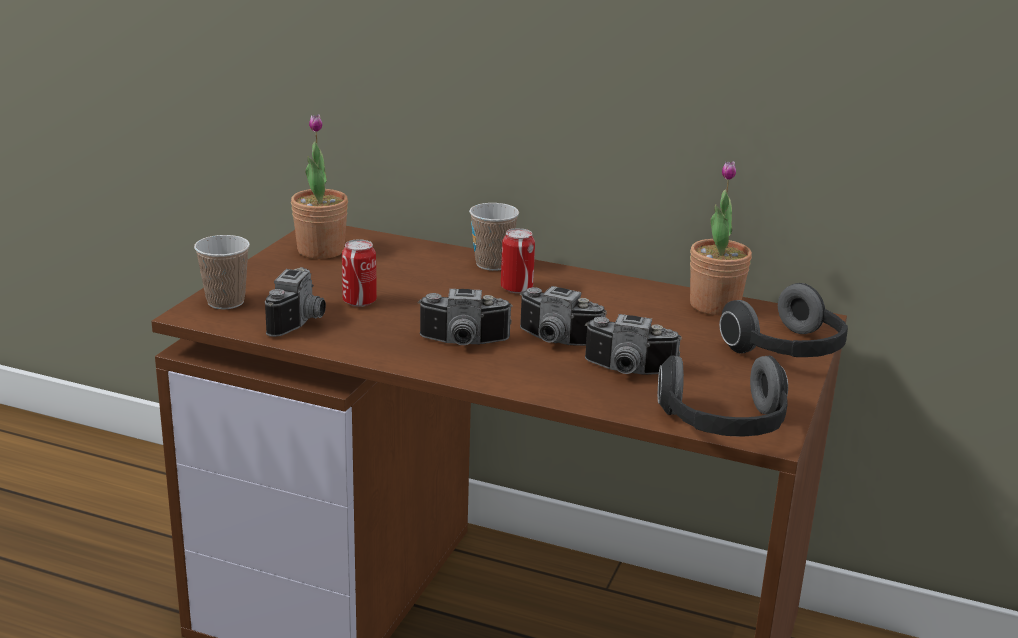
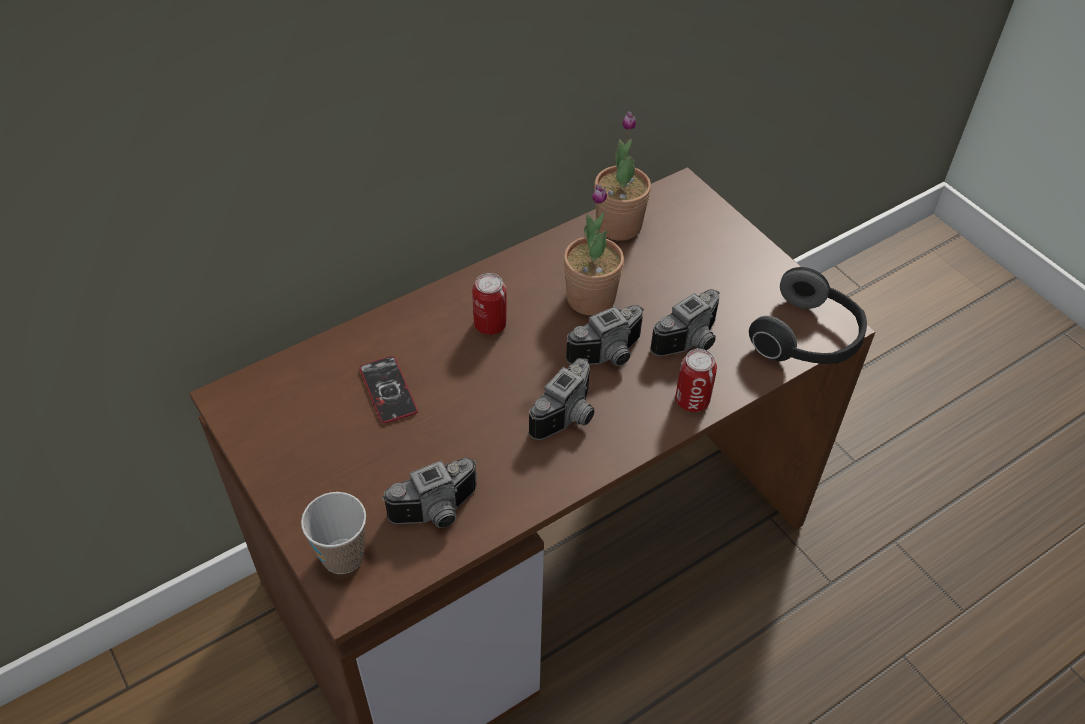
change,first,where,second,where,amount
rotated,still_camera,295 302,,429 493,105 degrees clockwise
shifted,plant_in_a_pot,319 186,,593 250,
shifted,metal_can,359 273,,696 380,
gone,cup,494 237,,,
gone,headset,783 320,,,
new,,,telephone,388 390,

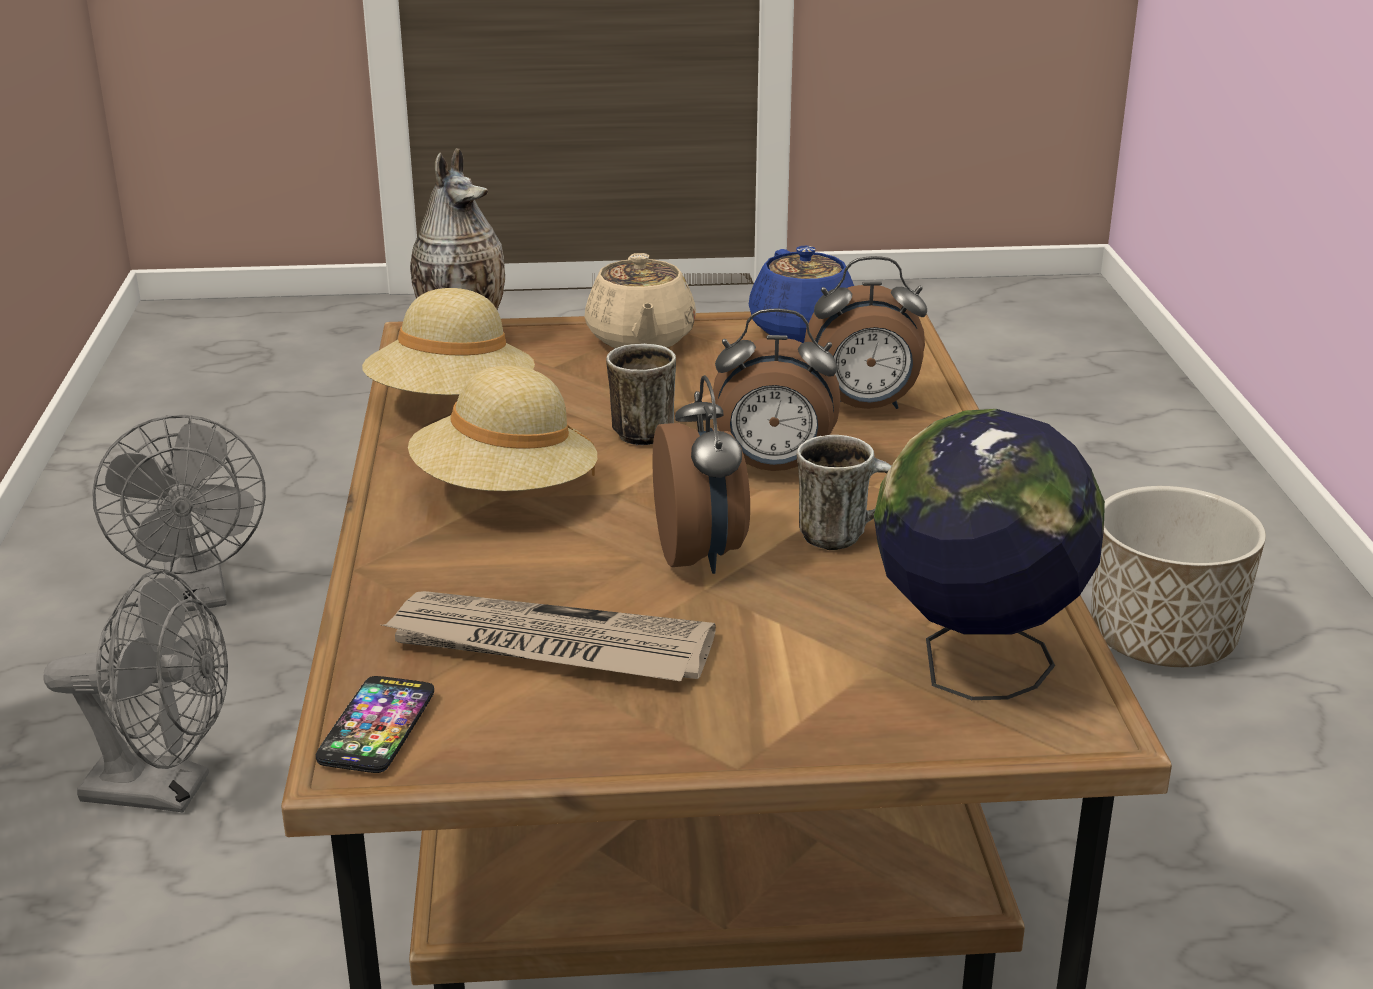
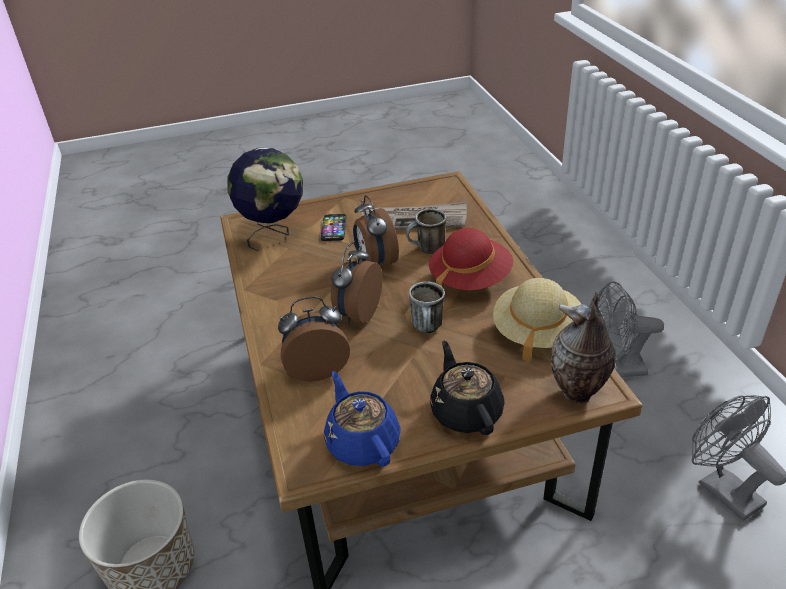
change,first,where,second,where,amount
shifted,telephone,375 724,,333 227,
repainted,beige-coloured_hat,502 428,red_hat,471 259,
repainted,beige-coloured_tea_pot,640 300,black-coloured_tea_pot,467 387,
rotated,table_clock,775 389,,356 283,60 degrees counterclockwise
shifted,mug,844 492,,426 231,

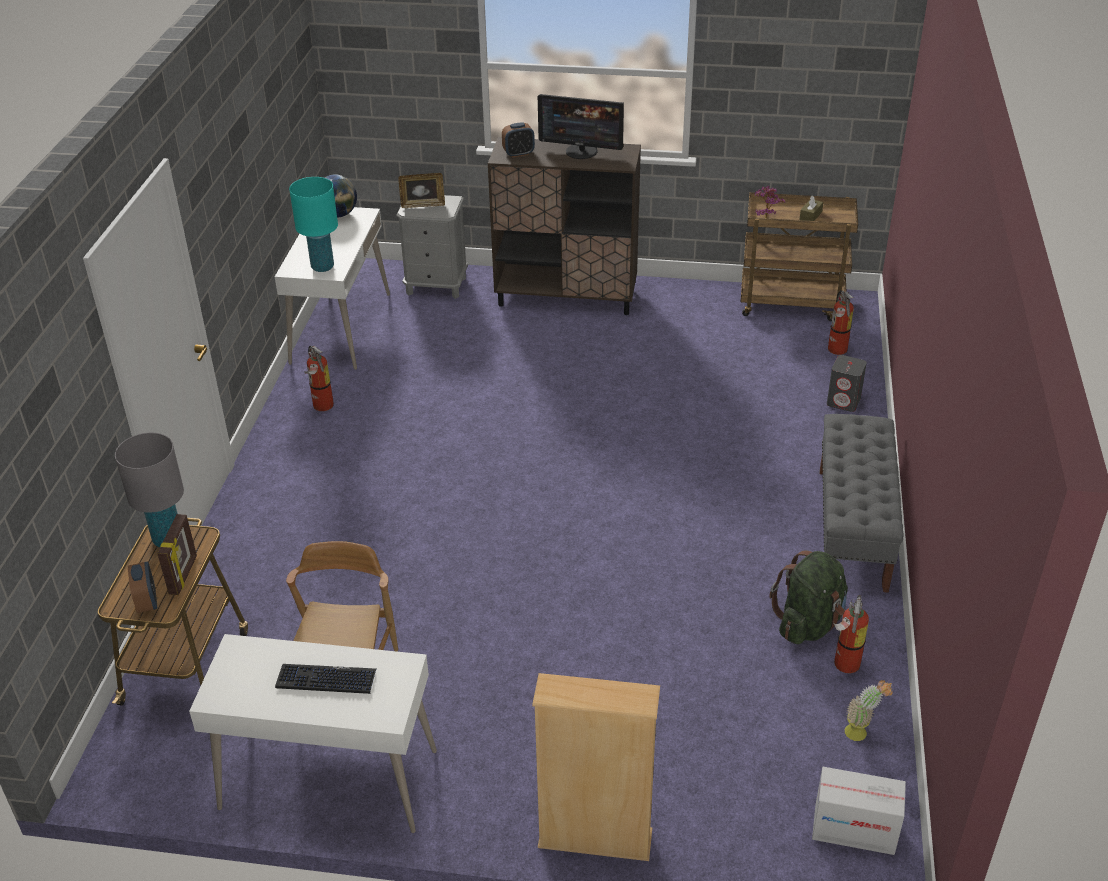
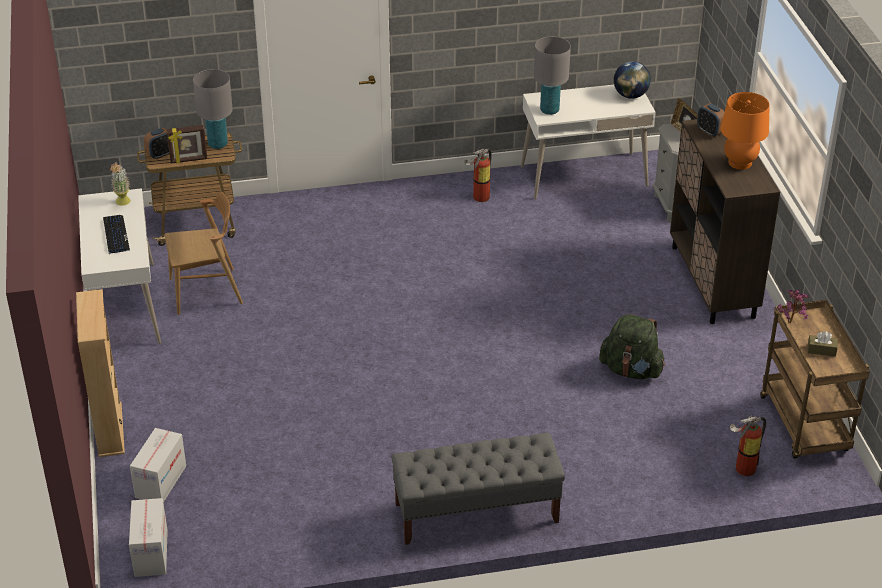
change,first,where,second,where,amount
repainted,blue-green_lamp_for_a_table,313 224,greyish_lamp_for_a_table,552 76,
swapped,monitor,581 126,orange-coloured_lamp_for_a_table,745 131,
shifted,green_backpack,808 597,,632 346,
gone,greyish_audio_speaker,847 383,,,
gone,fire_extinguisher,850 634,,,
shifted,plant_in_a_pot,869 710,,120 184,
new,,,cardboard_box,158 465,

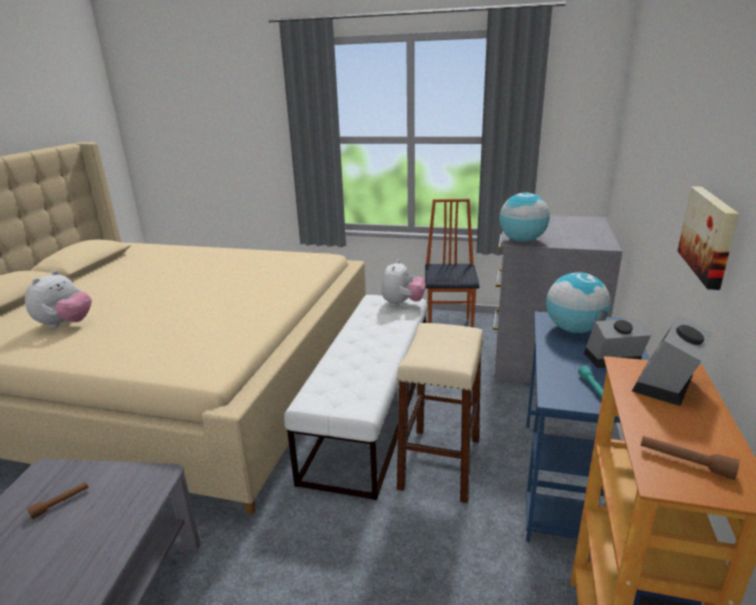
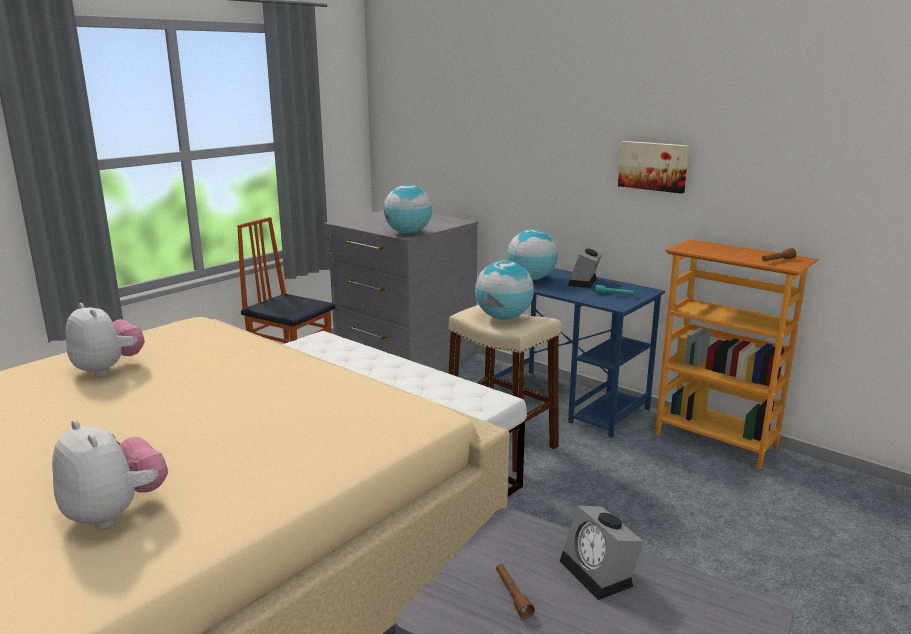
change,first,where,second,where,amount
shifted,plush_toy,403 283,,105 339,
shifted,table_clock,672 360,,602 552,
new,,,world_globe,504 290,

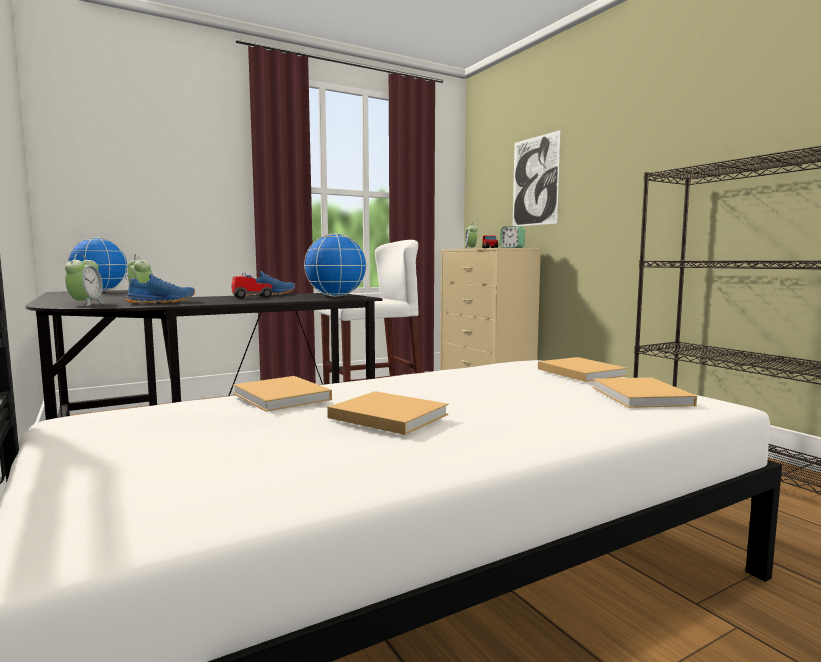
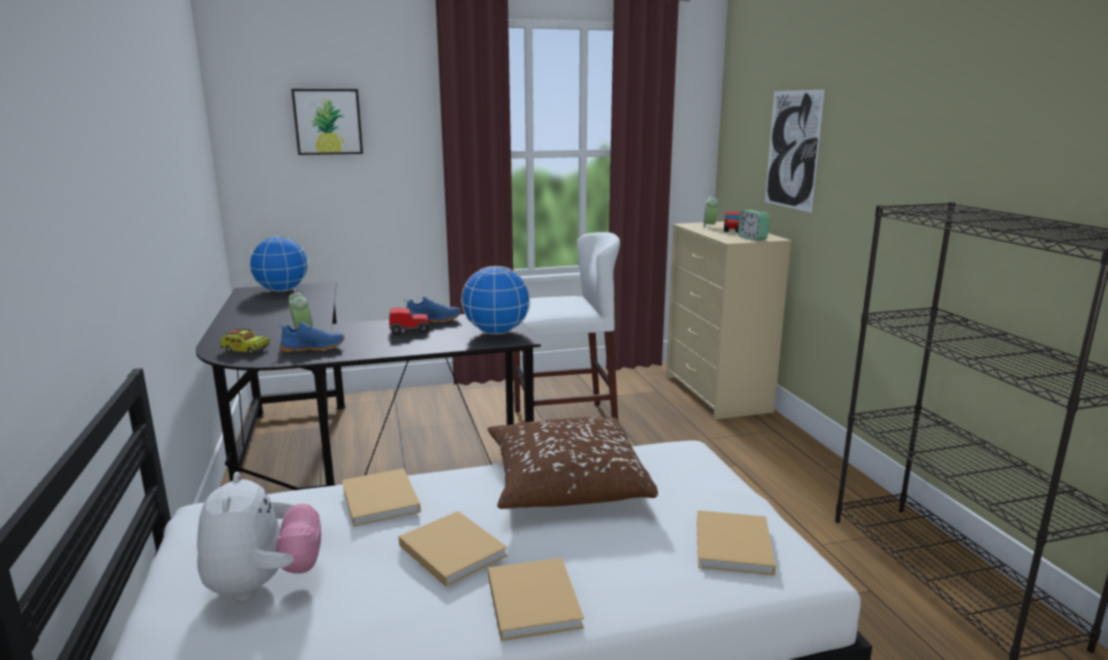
change,first,where,second,where,amount
swapped,table_clock,84 279,toy_truck,245 341,
shifted,beige-coloured_bound_book,583 369,,536 599,
new,,,plush_toy,259 536,
new,,,wall_picture,327 122,
new,,,brownish_cushion,573 463,

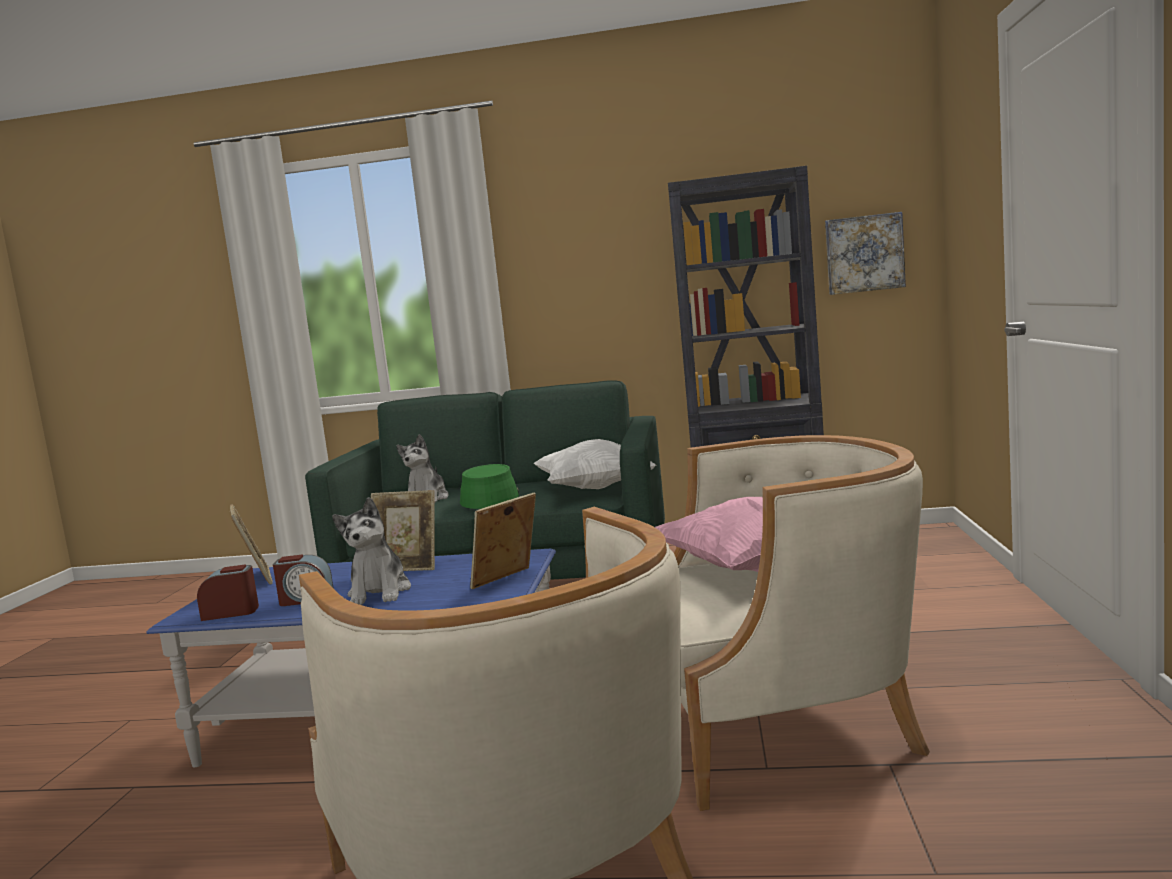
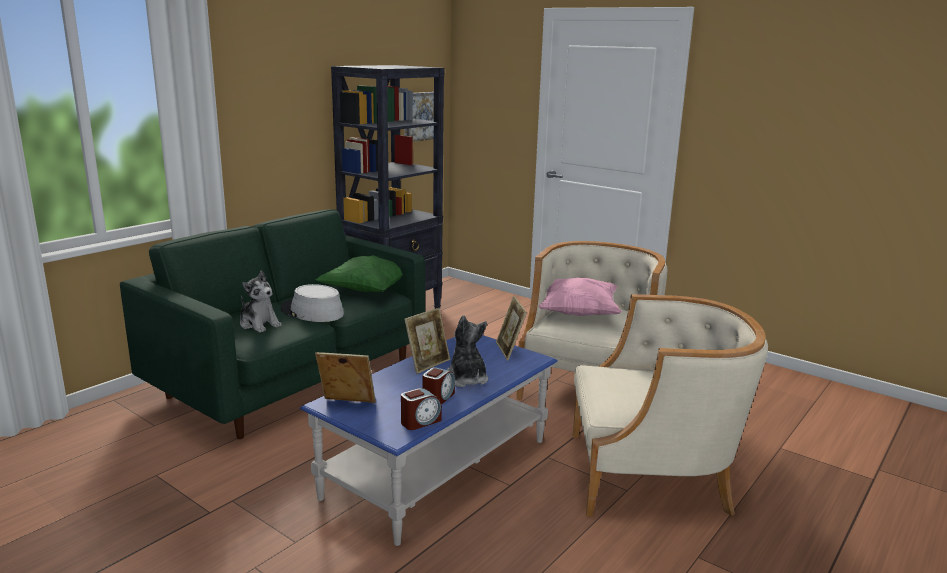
change,first,where,second,where,amount
rotated,table_clock,228 592,,421 409,150 degrees counterclockwise
rotated,plush_toy,371 551,,468 351,135 degrees counterclockwise
repainted,green_hat,489 486,greyish_hat,312 303,
repainted,white_cushion,594 464,green_cushion,359 273,

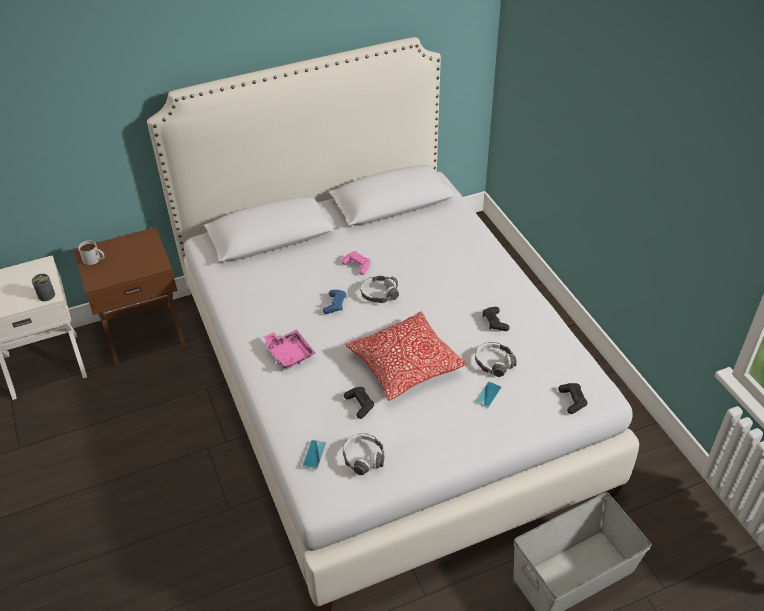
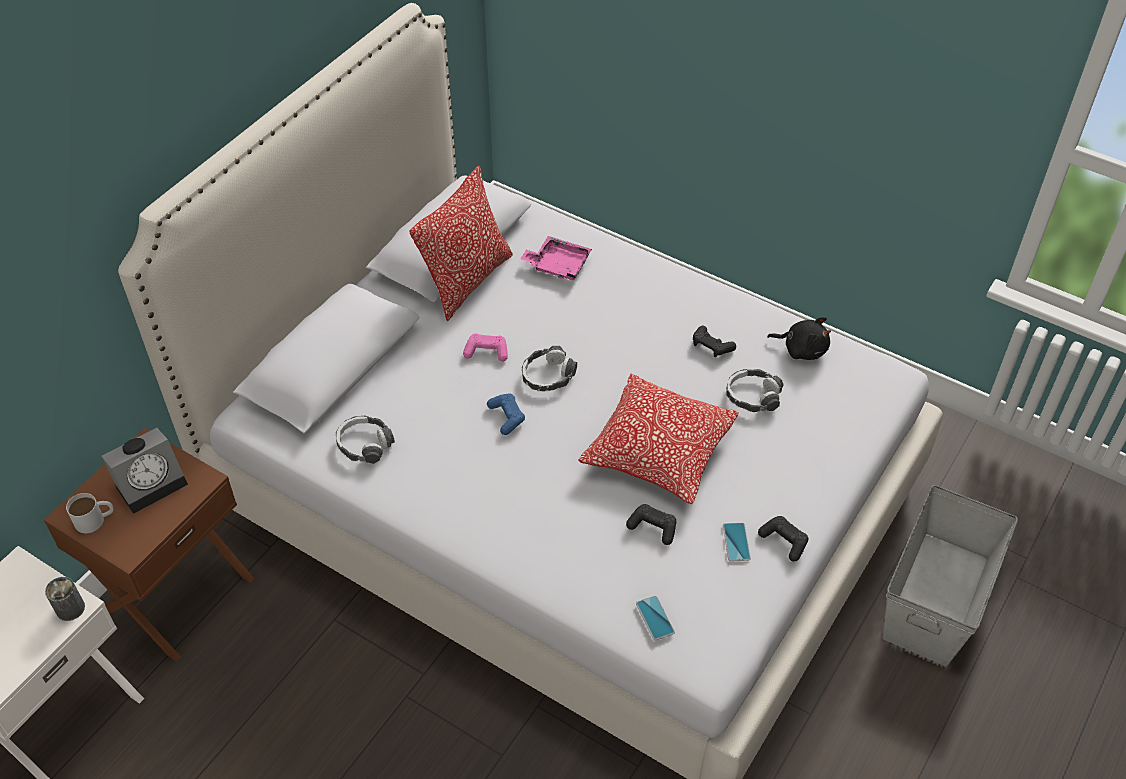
change,first,where,second,where,amount
shifted,pink-coloured_carrying_tray,289 349,,556 258,
shifted,headset,363 454,,365 439,
shifted,telephone,488 395,,737 541,
shifted,black-coloured_gamepad,573 398,,783 539,
new,,,table_clock,145 471,
new,,,cushion,461 243,
new,,,black-coloured_plush_toy,799 338,

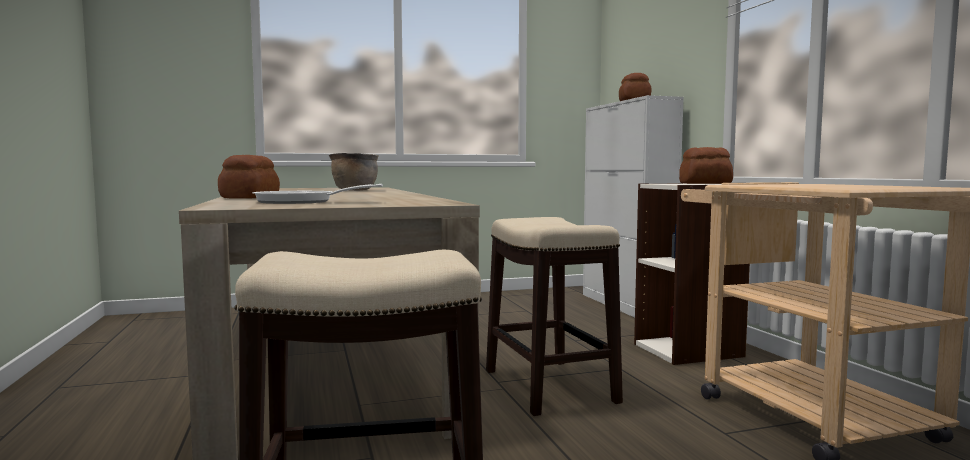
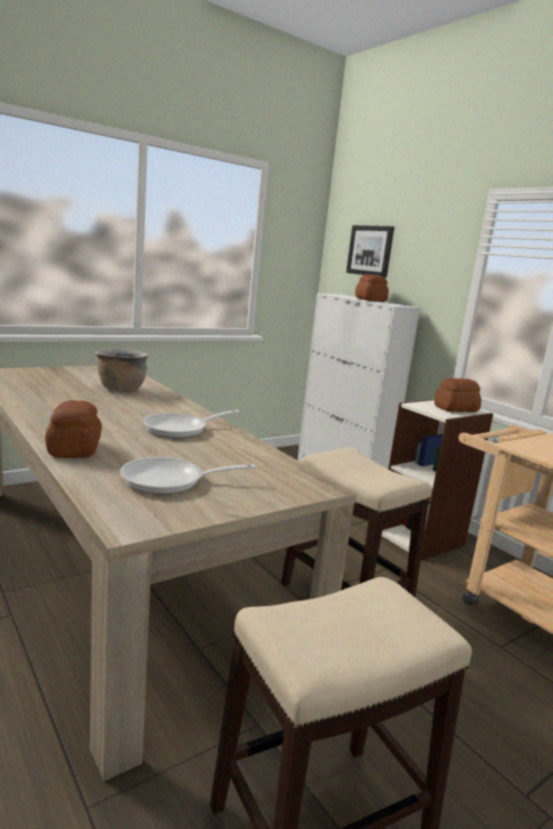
change,first,where,second,where,amount
new,,,pan,191 424,
new,,,wall_picture,370 251,

